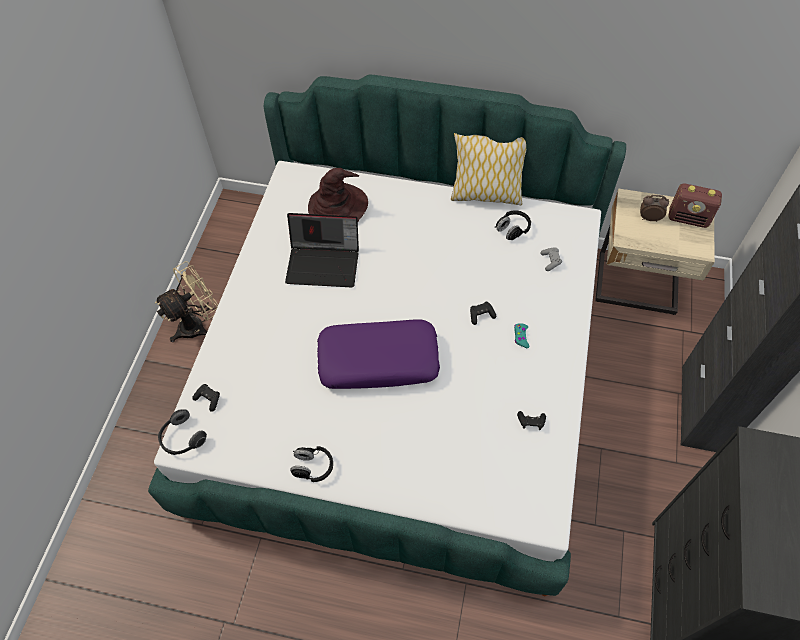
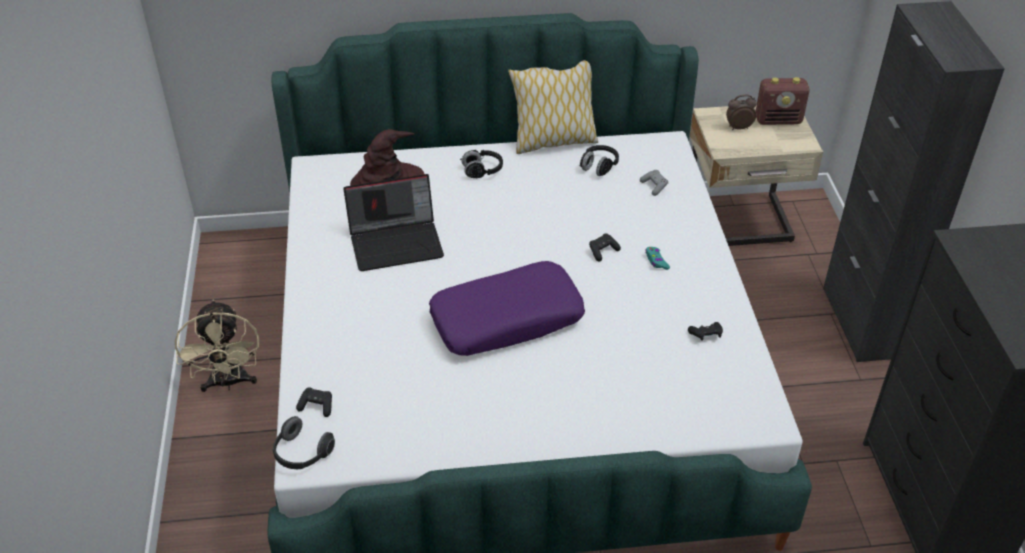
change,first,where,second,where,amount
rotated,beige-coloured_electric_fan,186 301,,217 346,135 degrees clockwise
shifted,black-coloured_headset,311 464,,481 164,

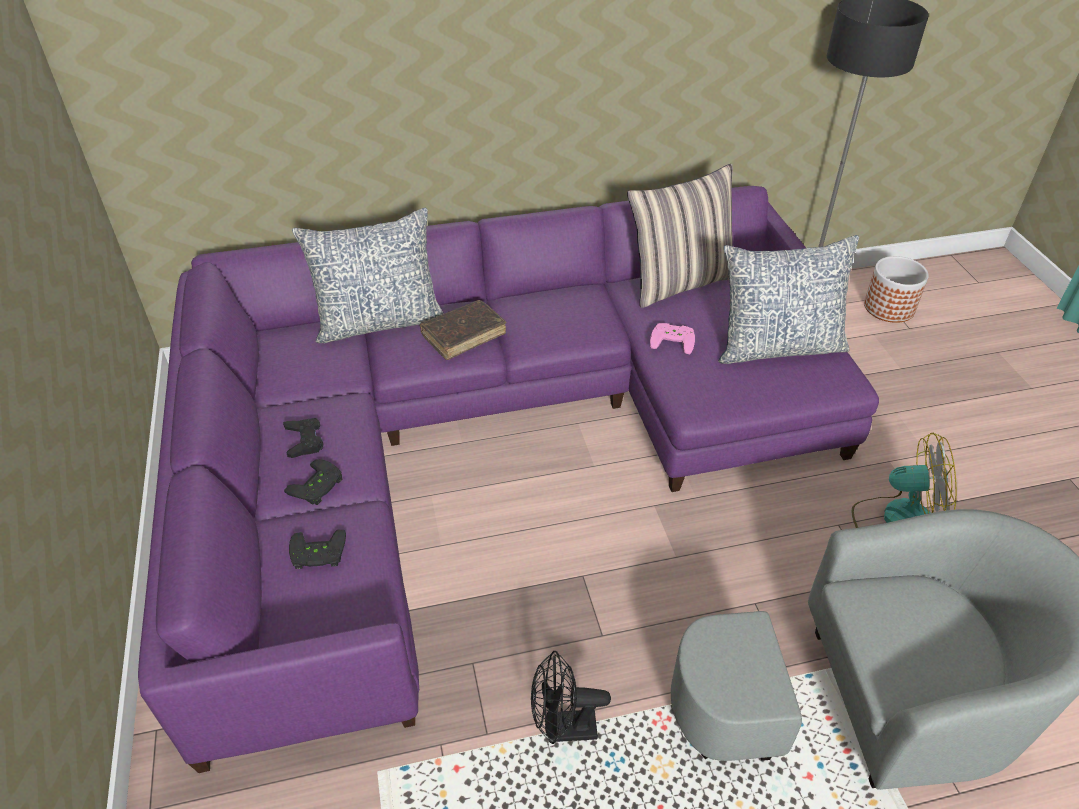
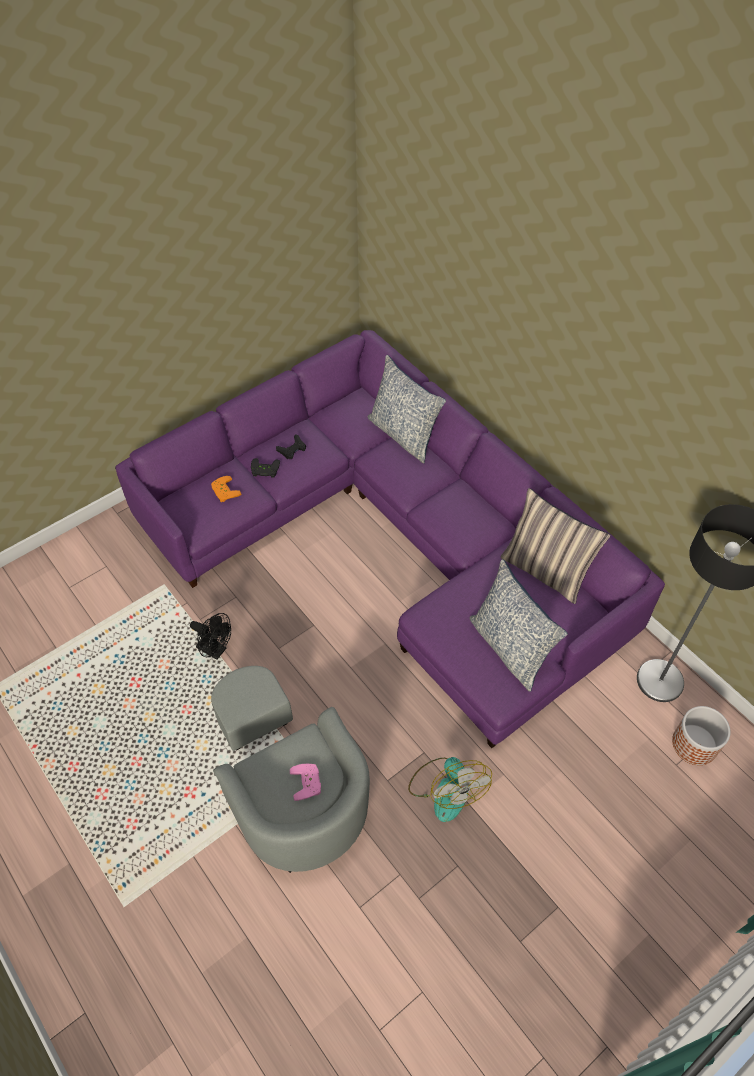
change,first,where,second,where,amount
repainted,black-coloured_gamepad,317 549,orange-coloured_gamepad,226 489,
gone,brownish_bound_book,463 330,,,
rotated,black-coloured_electric_fan,571 697,,210 636,150 degrees clockwise
shifted,pink-coloured_gamepad,672 338,,305 782,

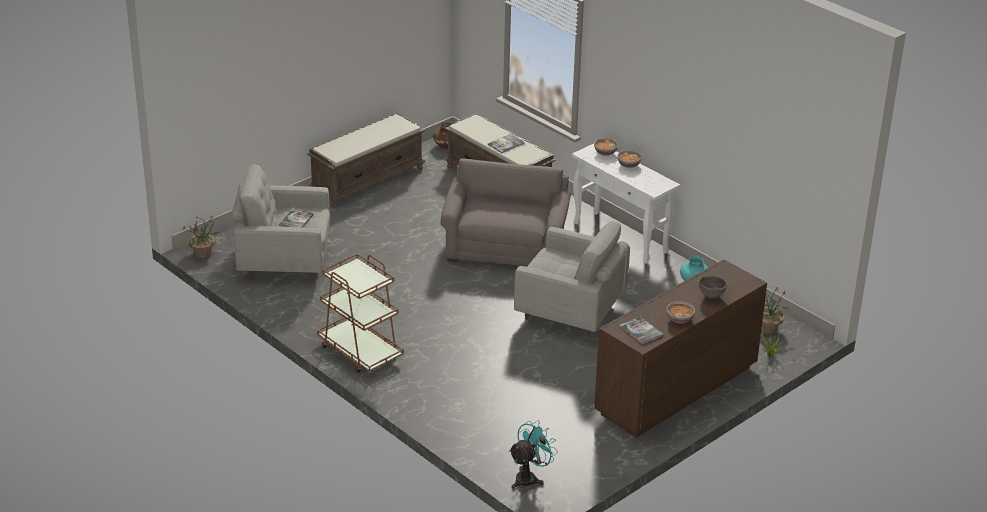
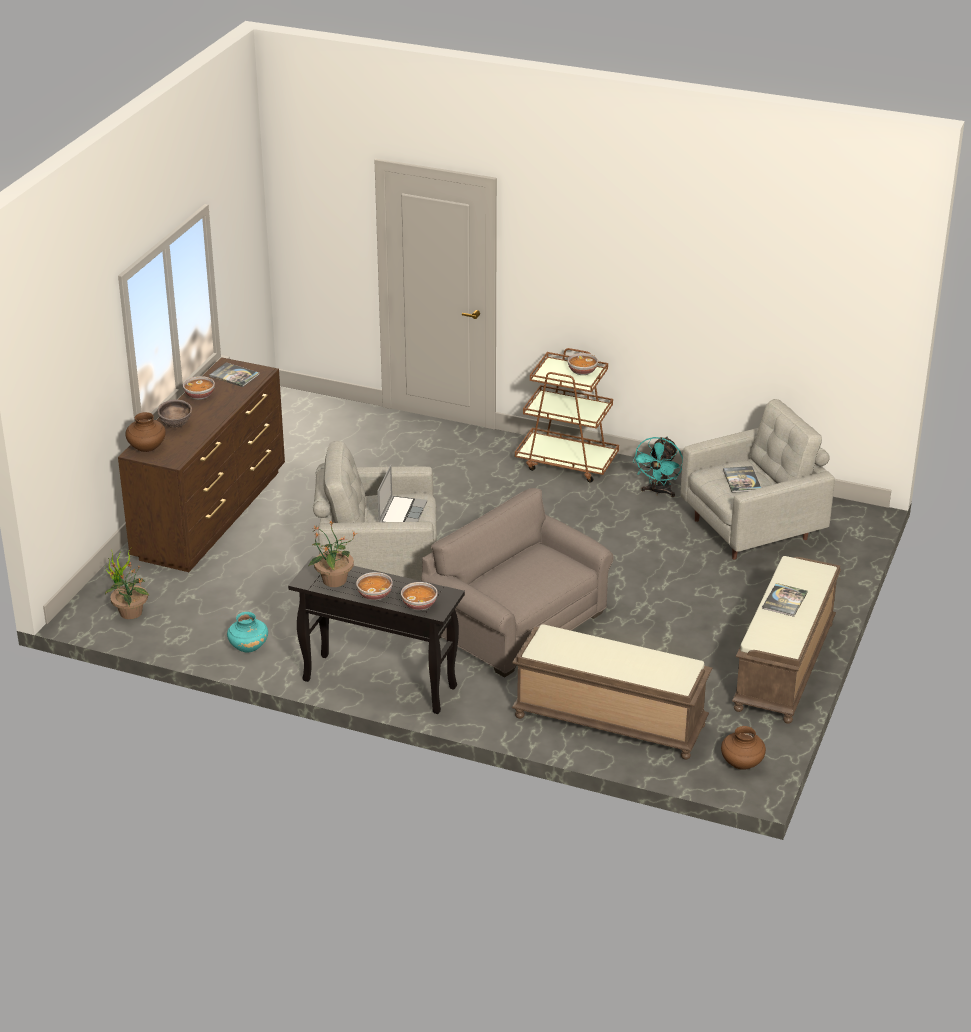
change,first,where,second,where,amount
shifted,plant_in_a_pot,202 236,,332 553,
rotated,greyish_armchair,505 212,,517 582,150 degrees clockwise
shifted,bound_book,506 143,,785 600,
shifted,blue-green_electric_fan,533 455,,658 467,
repainted,white_narrow_table,626 204,black-coloured_narrow_table,376 635,
new,,,brownish_vase,145 432,
new,,,laptop,402 493,
new,,,deep_dish,583 364,

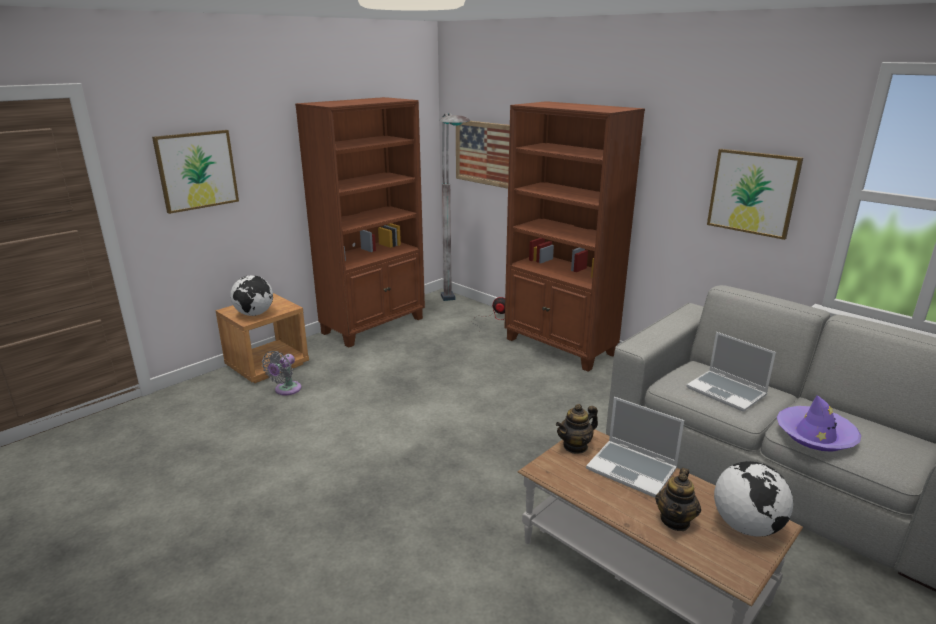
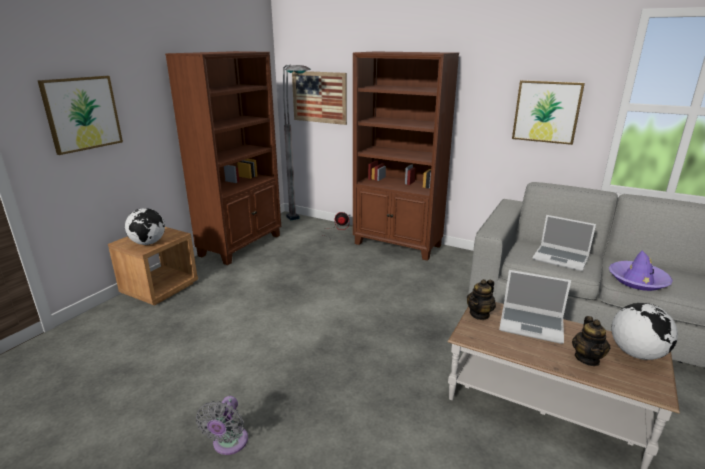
change,first,where,second,where,amount
shifted,greyish_electric_fan,281 373,,222 425,

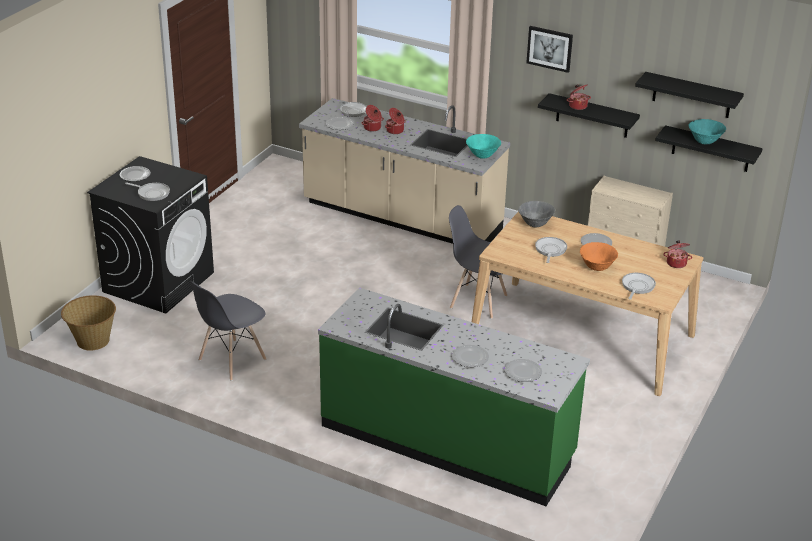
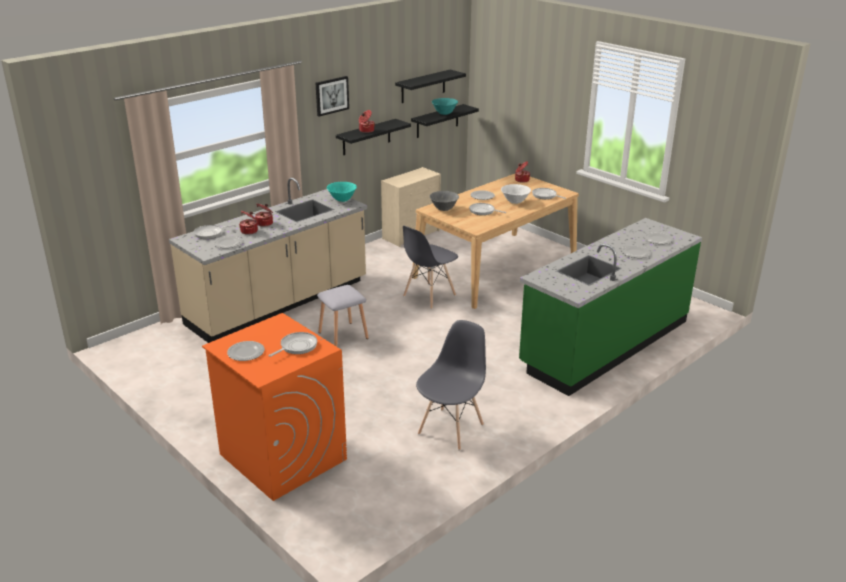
change,first,where,second,where,amount
gone,household_basket,88 323,,,
repainted,black-coloured_washing_machine,150 234,orange-coloured_washing_machine,274 407,
rotated,greyish_chair,228 331,,451 385,120 degrees counterclockwise
repainted,orange-coloured_deep_dish,599 256,white_deep_dish,516 194,
new,,,greyish_sitting_stool,343 316,

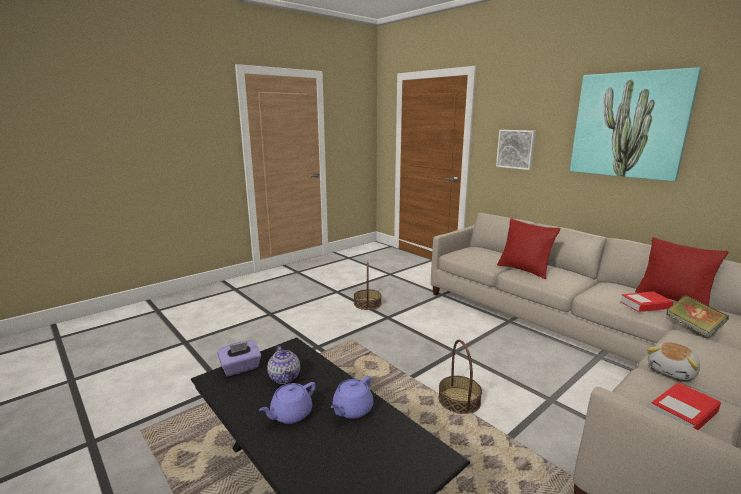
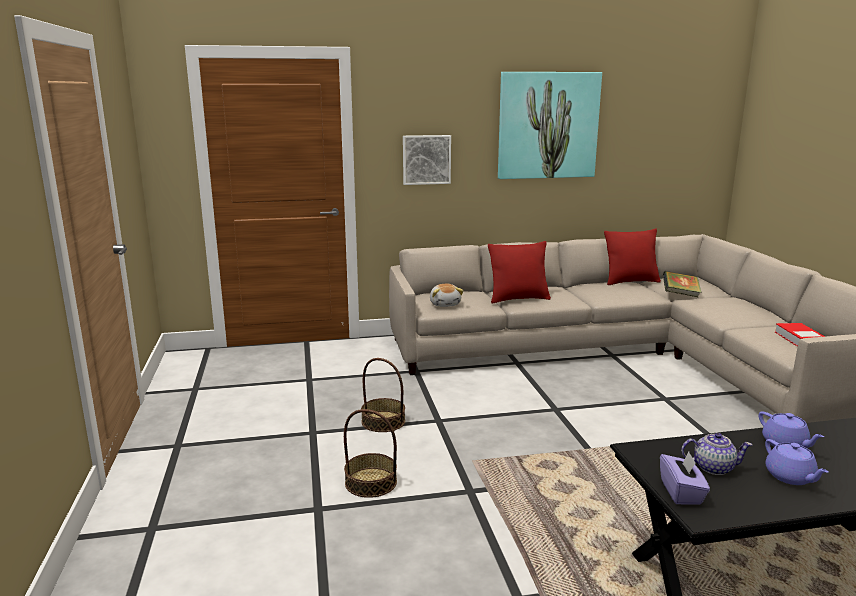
change,first,where,second,where,amount
shifted,household_basket,460 377,,370 453,
gone,bound_book,646 302,,,
shifted,plush_toy,673 361,,446 295,

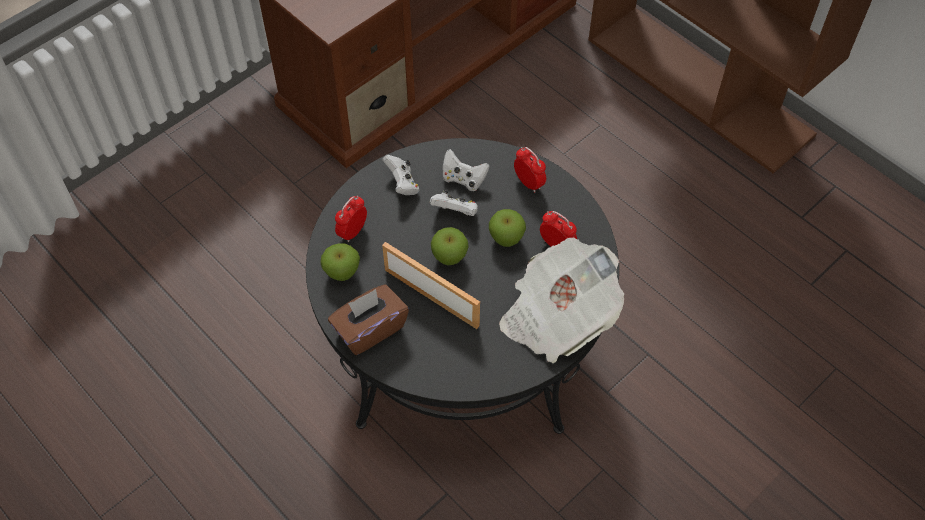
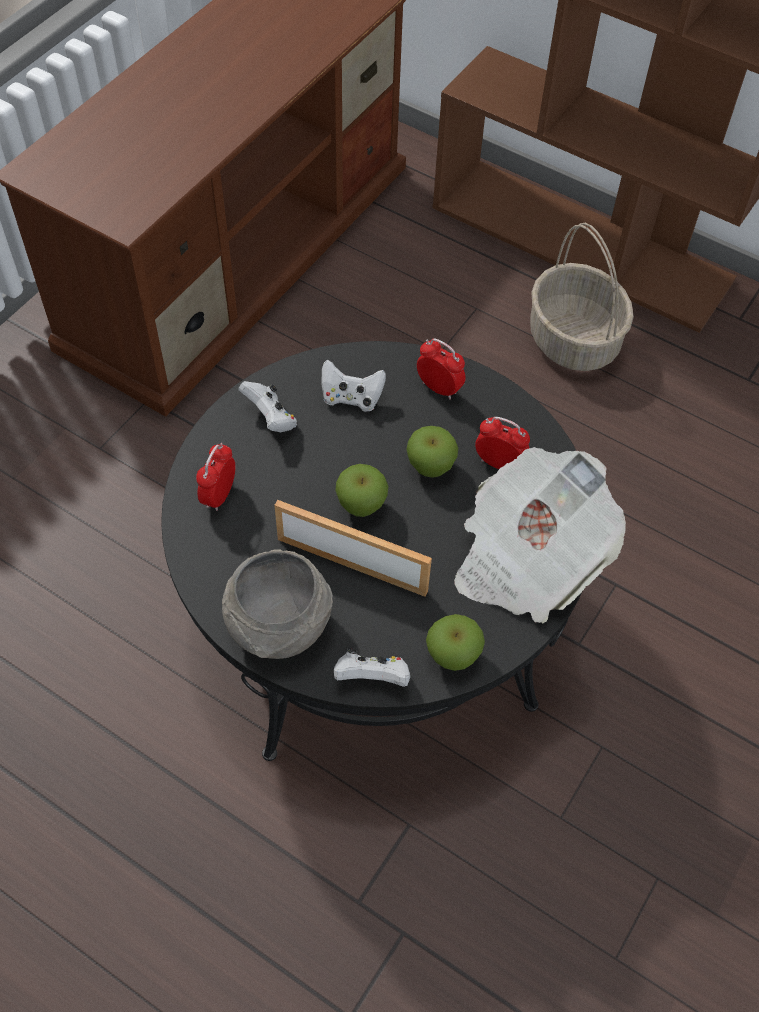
change,first,where,second,where,amount
shifted,whole_apple,340 262,,455 642,
swapped,brownish_box_of_tissues,368 319,greyish_deep_dish,277 604,
shifted,white_gamepad,454 203,,372 667,
new,,,household_basket,582 297,

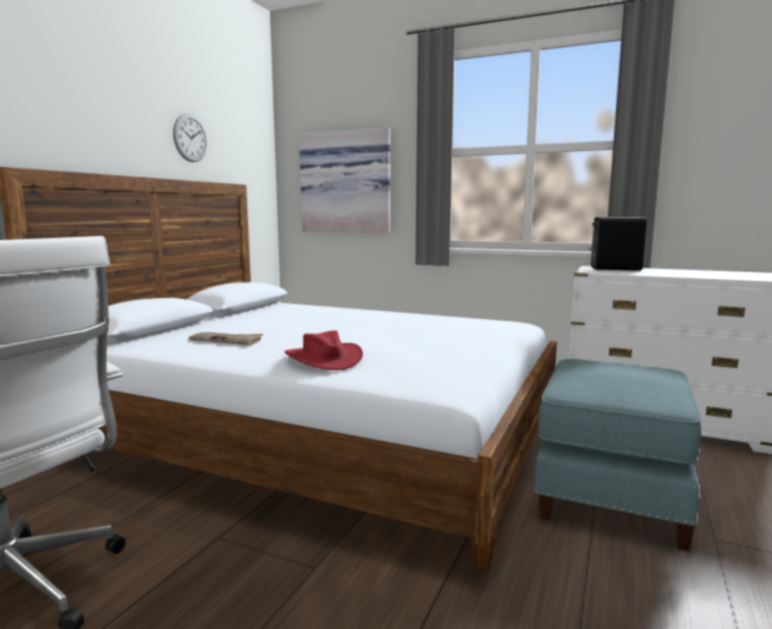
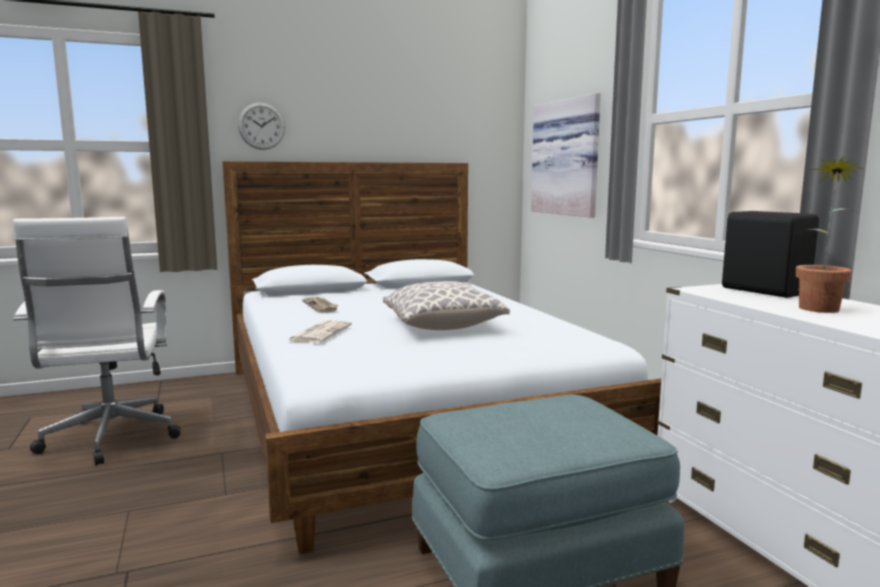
change,first,where,second,where,amount
shifted,wall_clock,190 138,,261 126,
swapped,red_hat,324 350,newspaper,319 331,
new,,,cushion,446 305,
new,,,plant_in_a_pot,830 234,

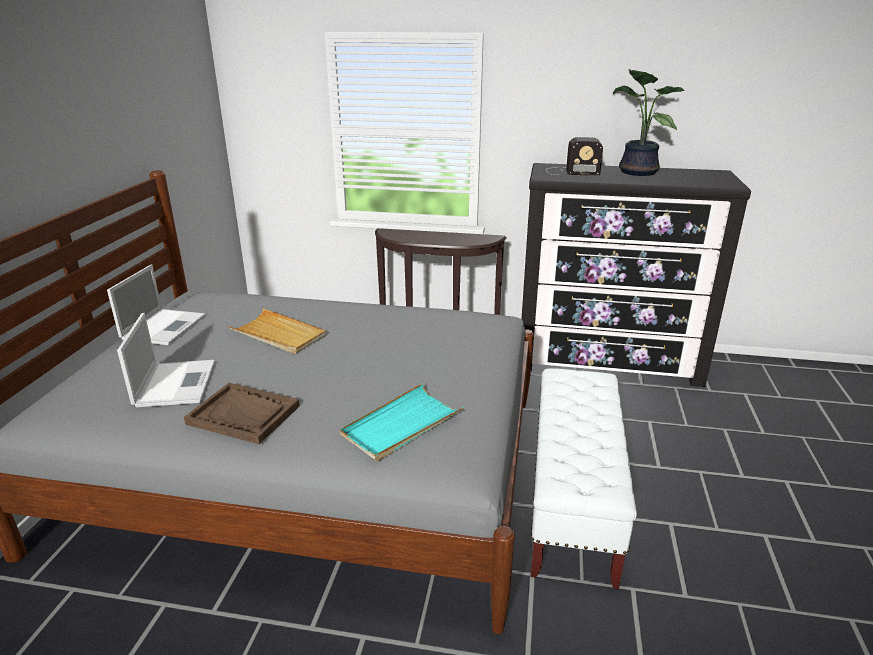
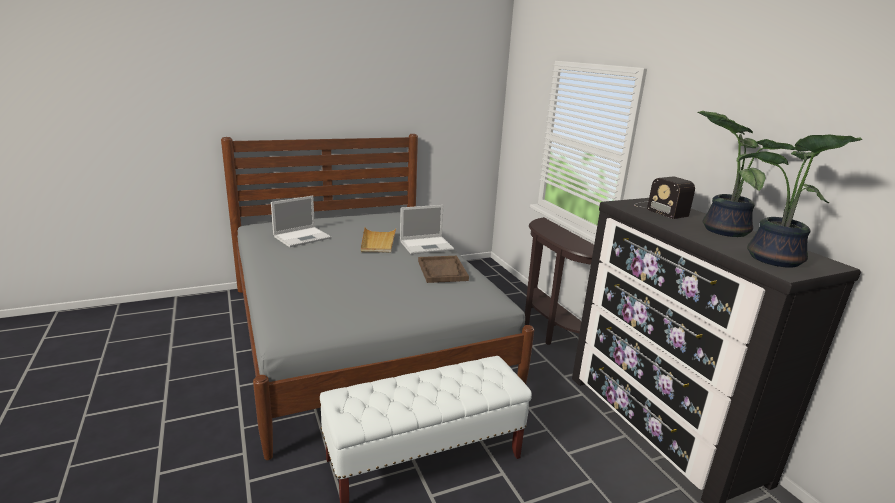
change,first,where,second,where,amount
shifted,laptop,156 304,,427 229,
shifted,brownish_carrying_tray,241 413,,443 269,
gone,blue-green_carrying_tray,402 422,,,
new,,,plant_in_a_pot,800 201,

